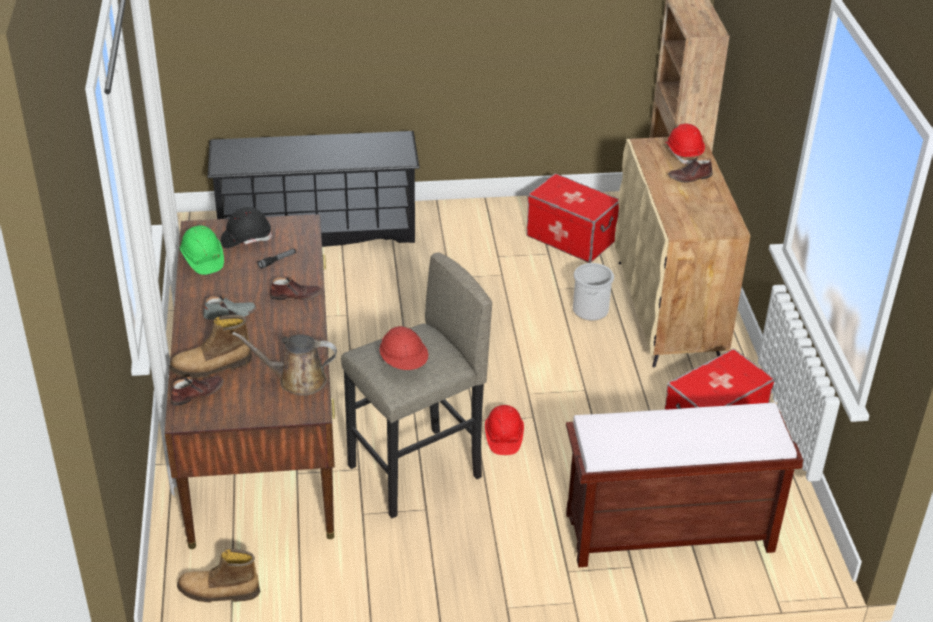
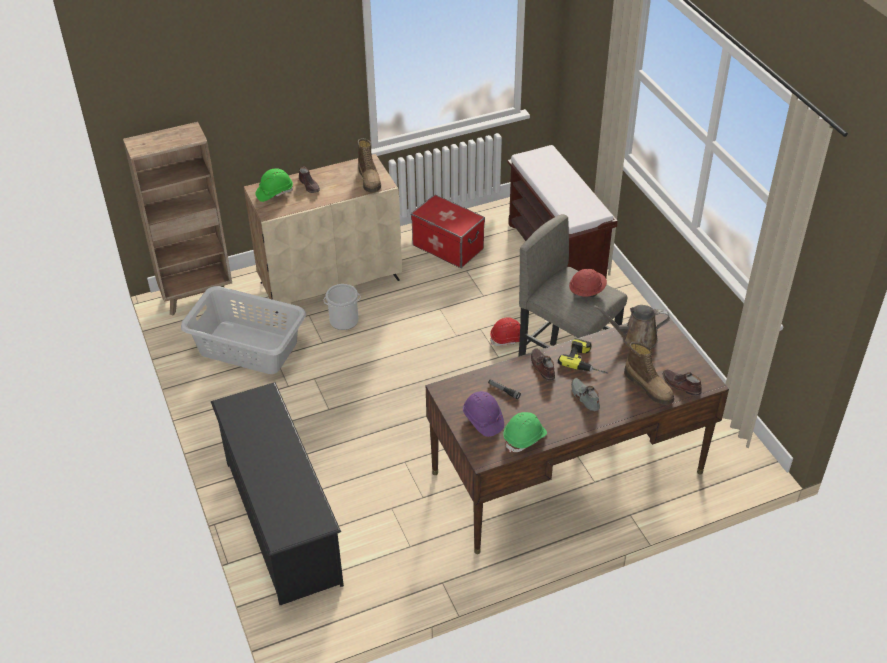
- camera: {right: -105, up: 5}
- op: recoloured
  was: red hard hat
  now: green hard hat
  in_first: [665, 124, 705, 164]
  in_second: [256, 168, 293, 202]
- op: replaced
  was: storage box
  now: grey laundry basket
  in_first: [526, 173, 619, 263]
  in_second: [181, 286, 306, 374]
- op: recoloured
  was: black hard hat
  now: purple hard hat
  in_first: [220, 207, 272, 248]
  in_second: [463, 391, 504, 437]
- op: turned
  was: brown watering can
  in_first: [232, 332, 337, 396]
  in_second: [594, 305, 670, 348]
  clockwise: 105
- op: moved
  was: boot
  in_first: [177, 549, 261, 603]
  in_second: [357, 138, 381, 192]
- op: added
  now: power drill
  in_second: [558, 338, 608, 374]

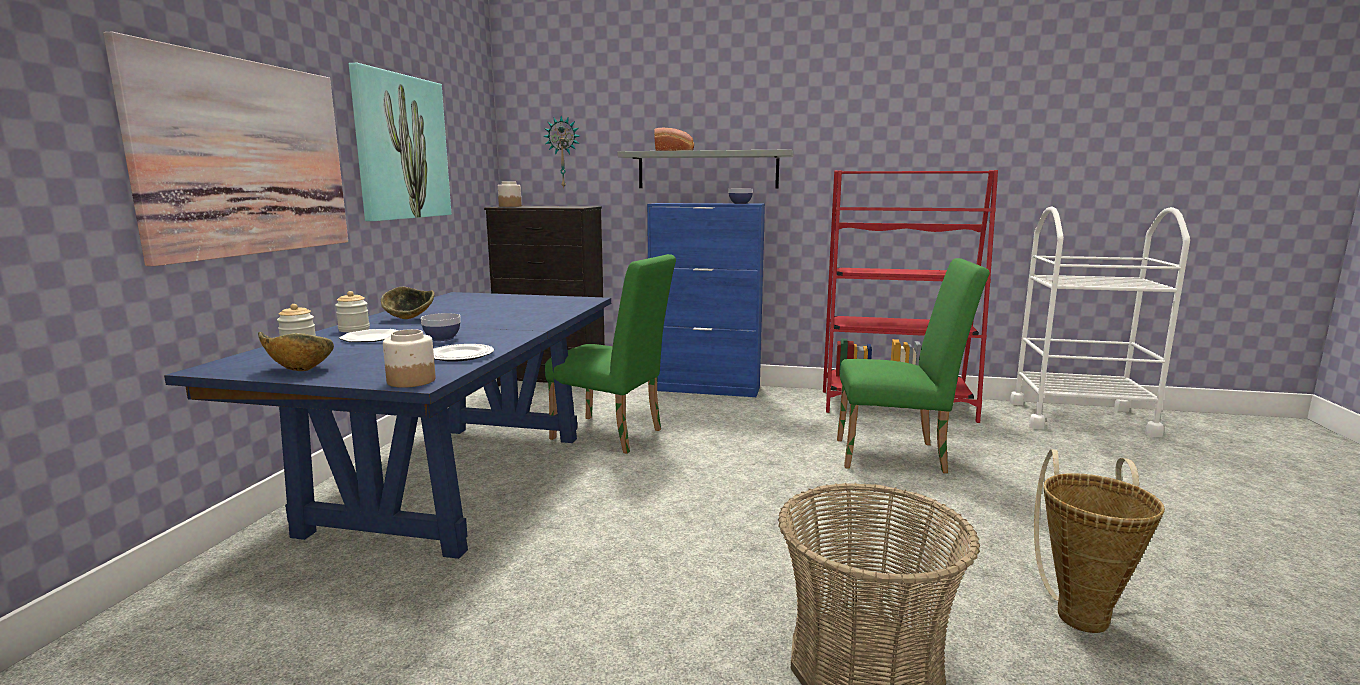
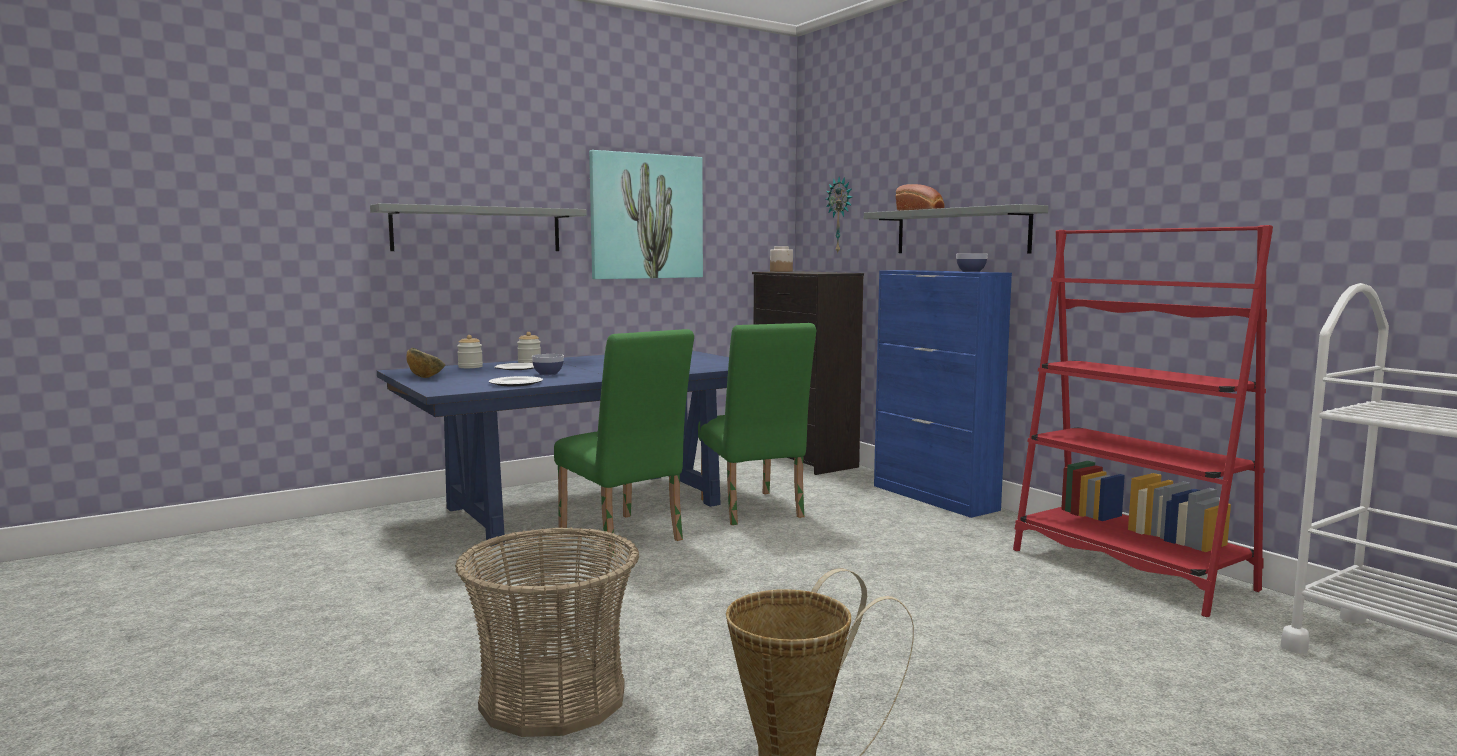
- camera: {right: 45, up: -5}
- op: replaced
  was: picture
  now: grey shelf
  in_first: [103, 32, 348, 266]
  in_second: [370, 203, 587, 251]
- op: moved
  was: green chair
  in_first: [837, 258, 990, 473]
  in_second: [554, 329, 694, 557]
- op: removed
  was: bowl
  in_first: [381, 287, 434, 319]
- op: removed
  was: jar
  in_first: [383, 329, 436, 388]

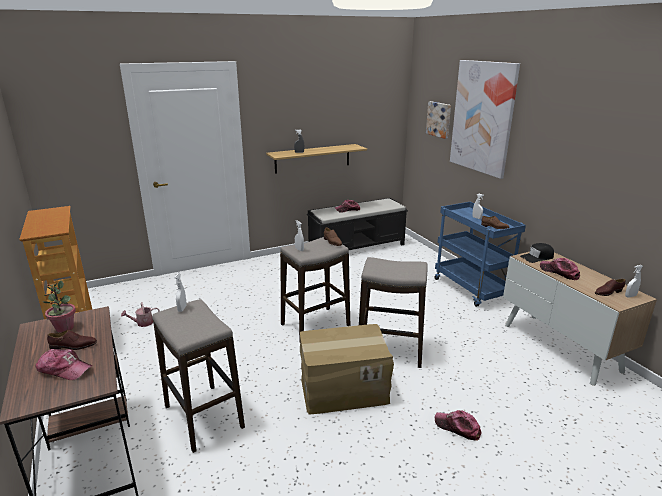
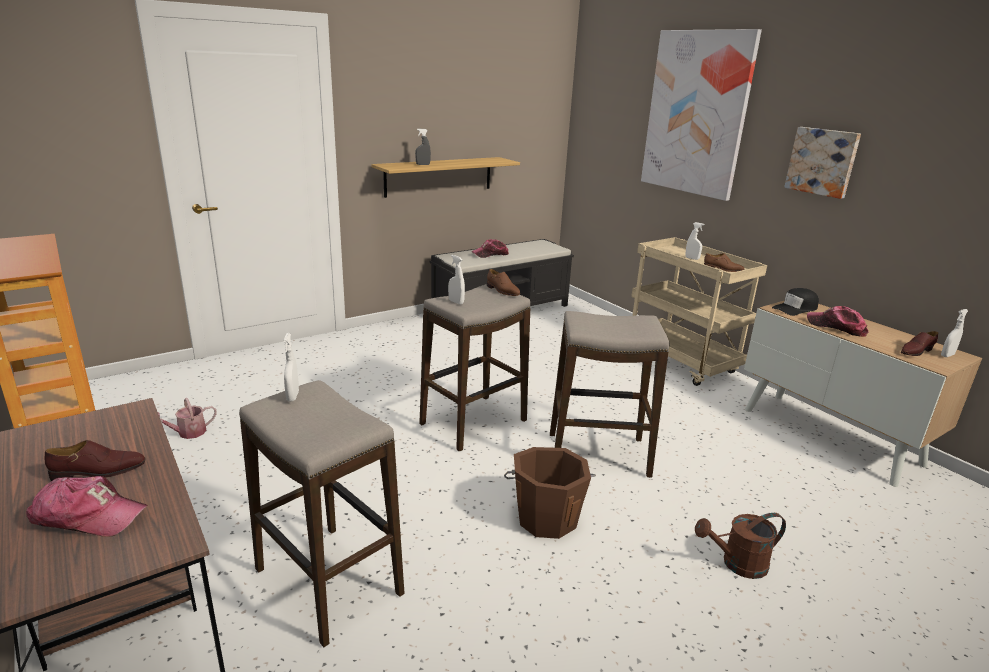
- camera: {right: -10, up: 0}
- op: moved
  was: picture
  in_first: [426, 101, 451, 139]
  in_second: [784, 127, 861, 199]
- op: recoloured
  was: blue cart
  now: beige cart
  in_first: [435, 202, 526, 307]
  in_second: [631, 237, 767, 386]
- op: removed
  was: potted plant
  in_first: [42, 280, 76, 333]
- op: replaced
  was: cardboard box
  now: brown bucket
  in_first: [300, 324, 394, 414]
  in_second: [504, 447, 596, 539]
- op: replaced
  was: cap
  now: brown watering can
  in_first: [435, 410, 482, 441]
  in_second: [695, 513, 786, 579]

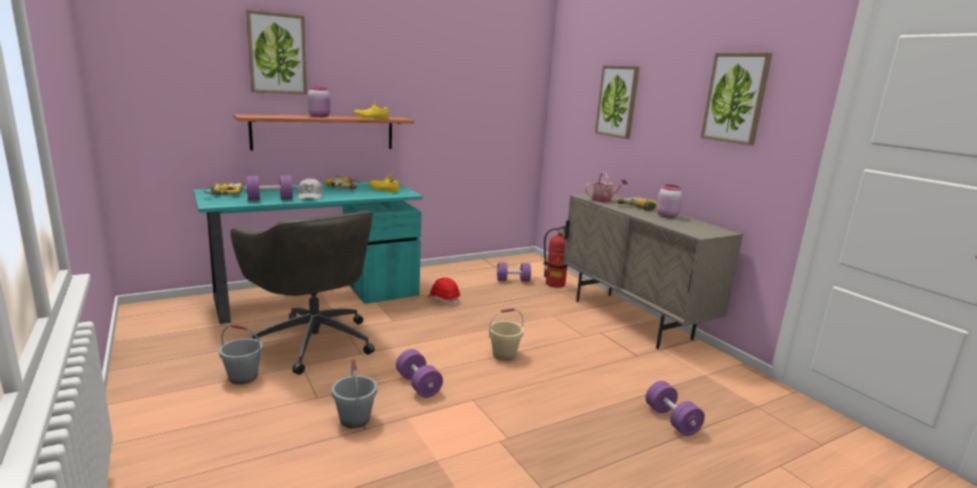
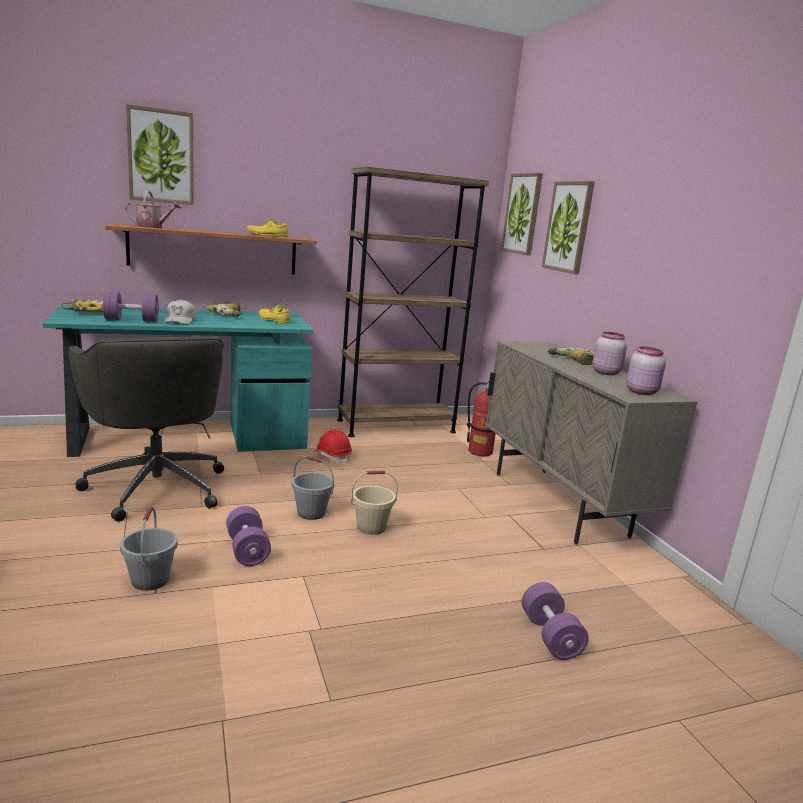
- camera: {right: 10, up: 0}
- op: moved
  was: picture
  in_first: [701, 53, 772, 146]
  in_second: [501, 173, 543, 256]
- op: moved
  was: pink jar
  in_first: [308, 87, 330, 117]
  in_second: [626, 347, 666, 395]
- op: moved
  was: watering can
  in_first: [585, 172, 628, 203]
  in_second: [125, 191, 182, 228]
- op: removed
  was: purple dumbbell
  in_first: [497, 262, 531, 282]
- op: moved
  was: grey bucket
  in_first: [219, 324, 263, 384]
  in_second: [292, 456, 334, 520]
- op: added
  now: brown bookcase
  in_second: [337, 167, 489, 437]

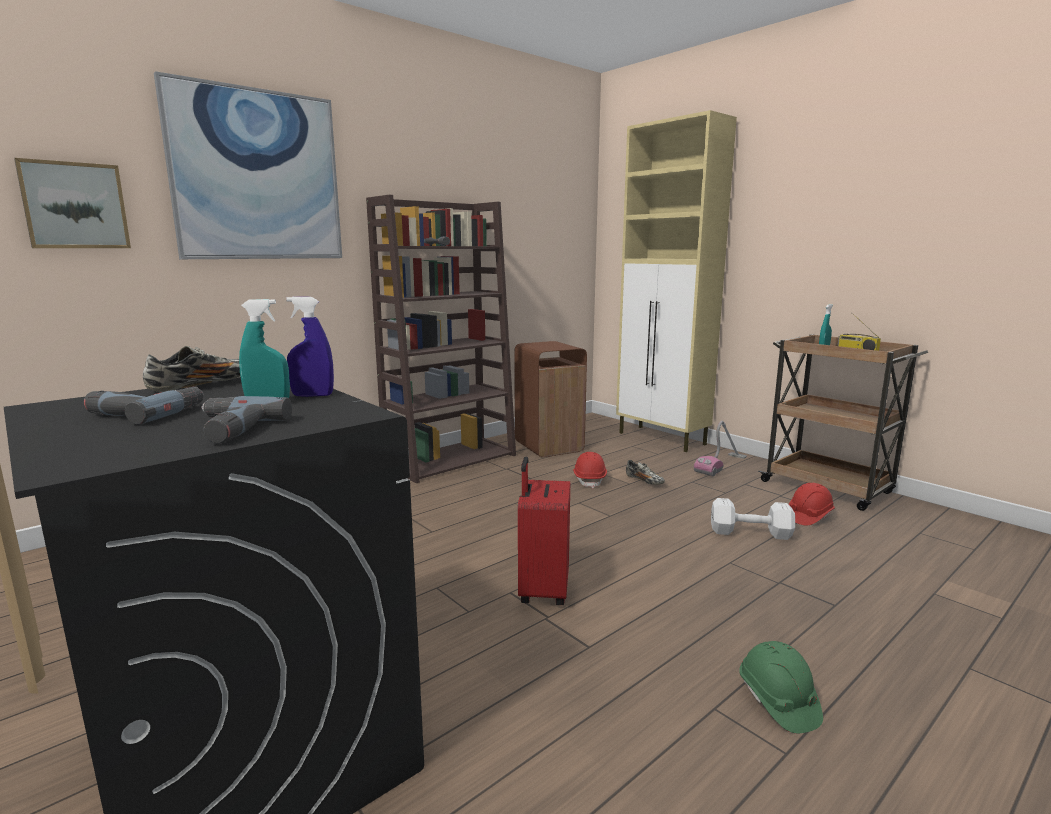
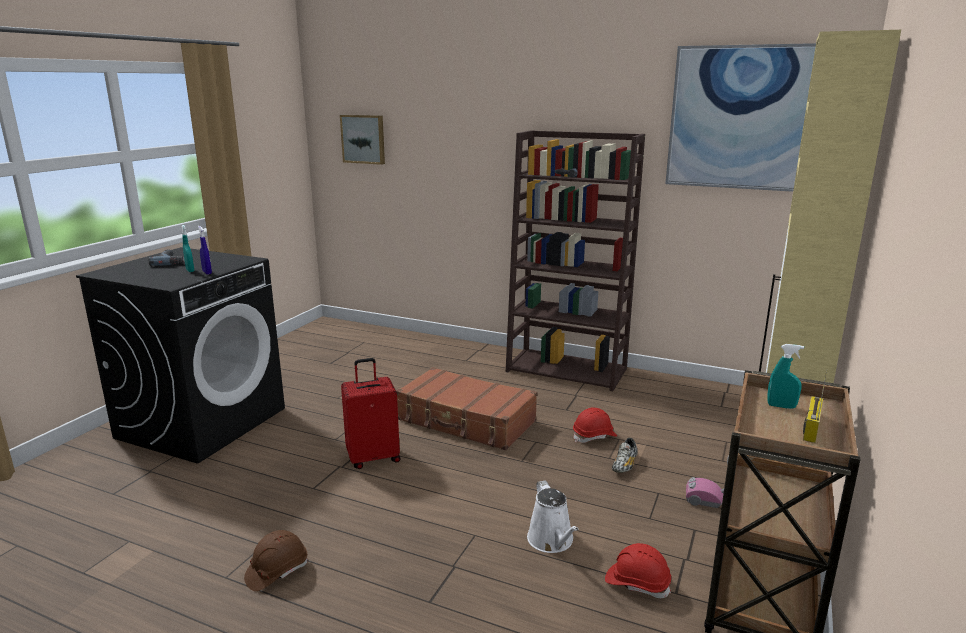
- camera: {right: 65, up: 5}
- op: moved
  was: picture
  in_first: [154, 71, 342, 259]
  in_second: [665, 43, 816, 192]
- op: removed
  was: brown trash can
  in_first: [514, 341, 587, 457]
- op: removed
  was: shoe
  in_first: [143, 346, 240, 392]
- op: removed
  was: power drill
  in_first: [201, 396, 292, 444]
- op: replaced
  was: white dumbbell
  now: white watering can
  in_first: [711, 498, 795, 540]
  in_second: [527, 480, 578, 553]
- op: recoloured
  was: green hard hat
  now: brown hard hat
  in_first: [739, 641, 823, 733]
  in_second: [244, 530, 307, 591]
- op: added
  now: brown suitcase
  in_second: [396, 367, 537, 450]

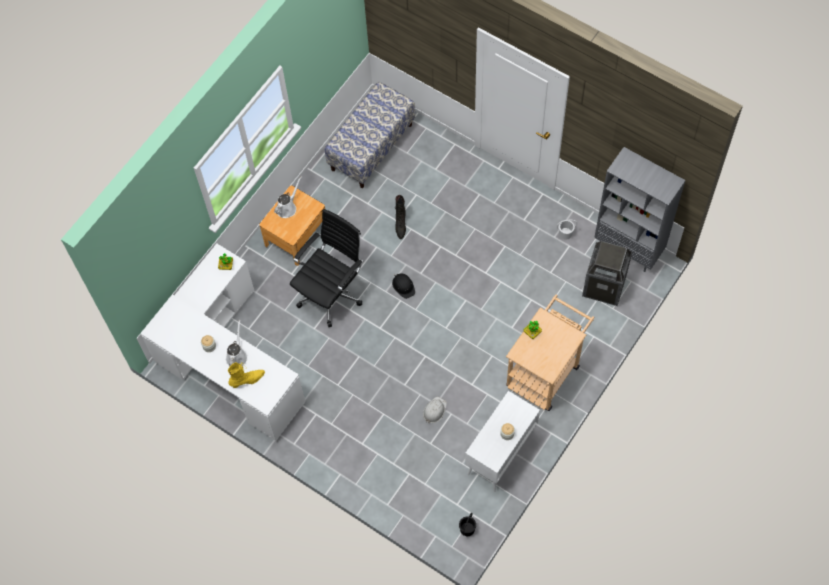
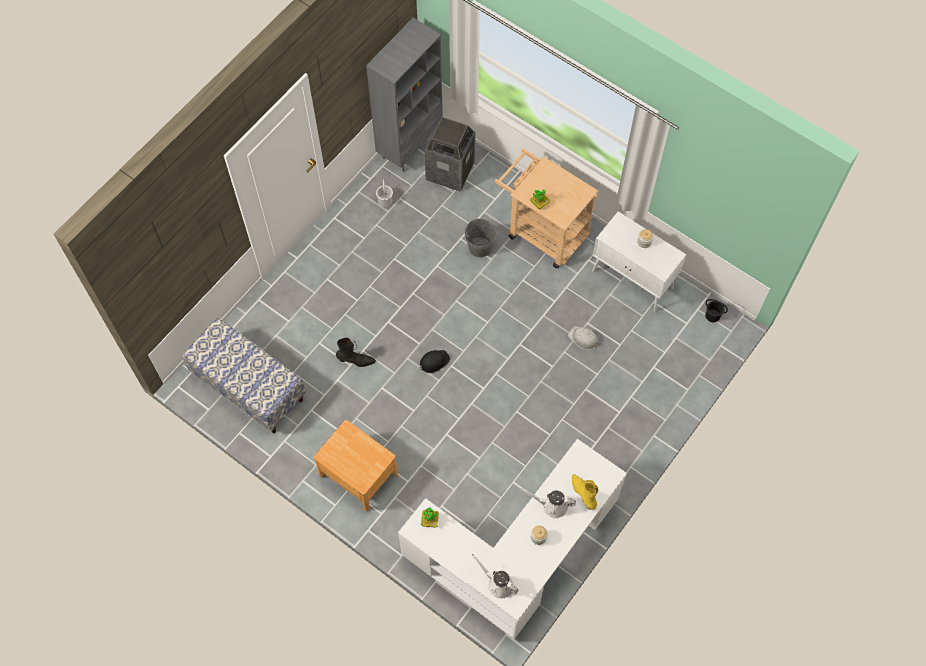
- camera: {right: -90, up: 0}
- op: moved
  was: white watering can
  in_first: [274, 176, 301, 218]
  in_second: [472, 554, 519, 599]
- op: removed
  was: black office chair
  in_first: [290, 209, 363, 327]
- op: added
  now: grey bucket
  in_second: [465, 219, 497, 257]

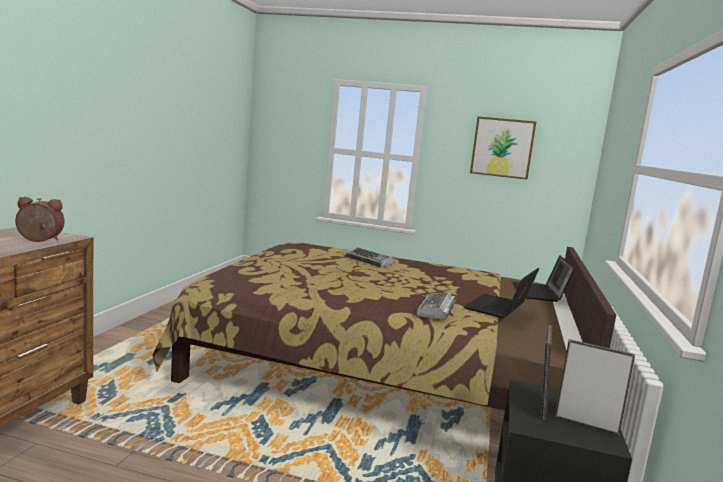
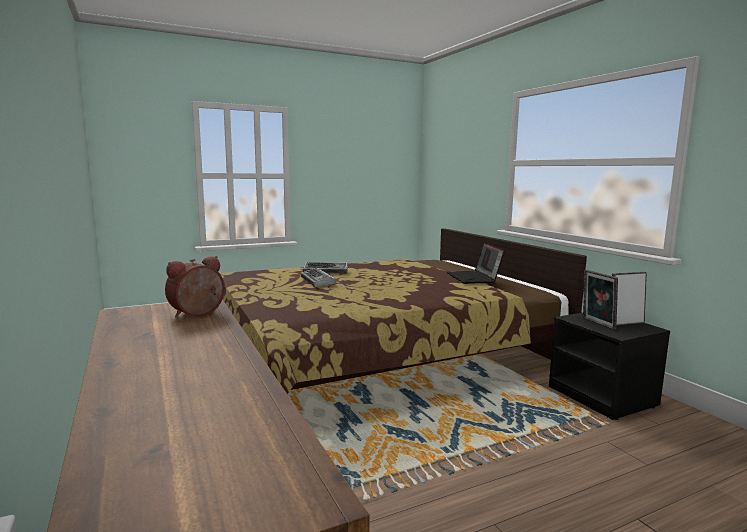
- camera: {right: -40, up: 0}
- op: removed
  was: picture
  in_first: [470, 116, 536, 180]
- op: removed
  was: laptop
  in_first: [512, 255, 575, 302]
- op: moved
  was: keyboard
  in_first: [416, 292, 456, 320]
  in_second: [301, 268, 337, 287]

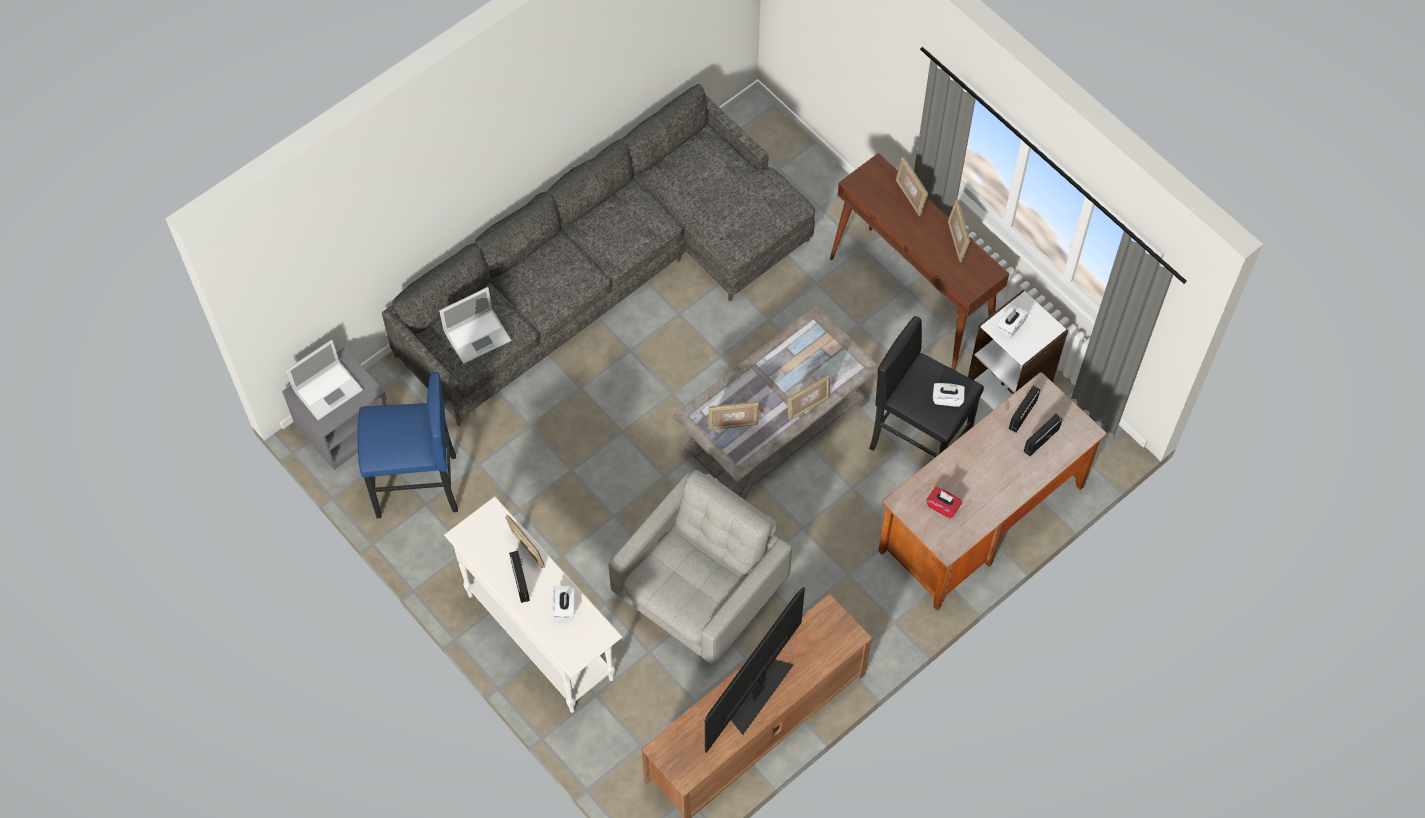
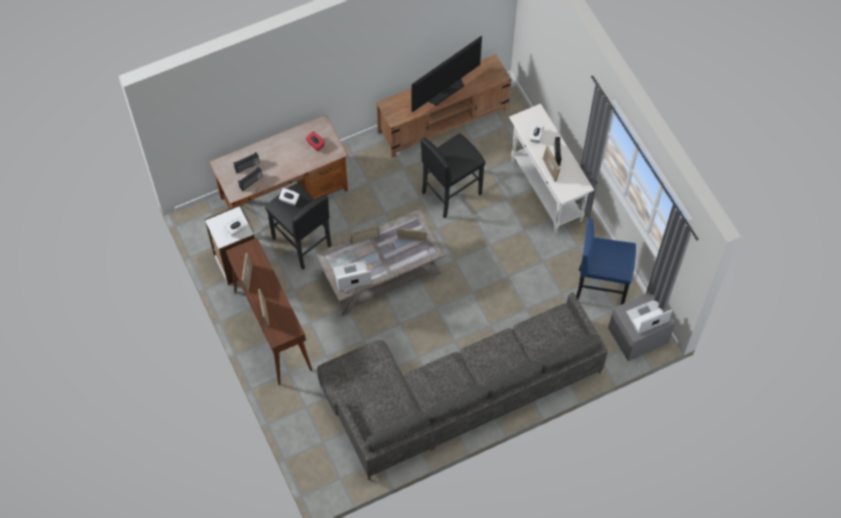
- camera: {right: -165, up: 0}
- op: moved
  was: laptop
  in_first: [439, 287, 511, 364]
  in_second: [333, 260, 371, 291]
- op: replaced
  was: grey armchair
  now: black stool
  in_first: [609, 470, 792, 665]
  in_second: [421, 133, 485, 219]

